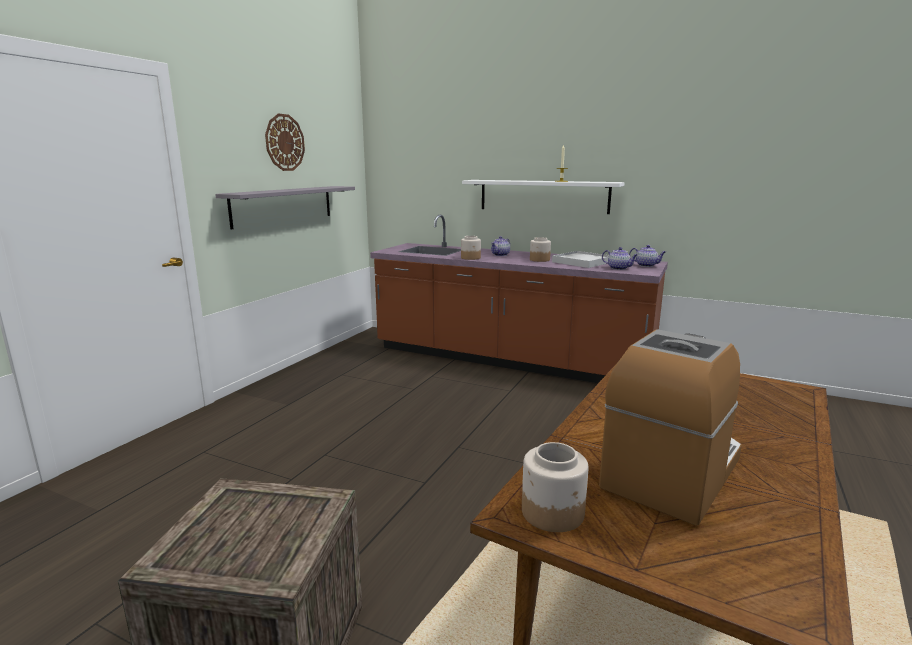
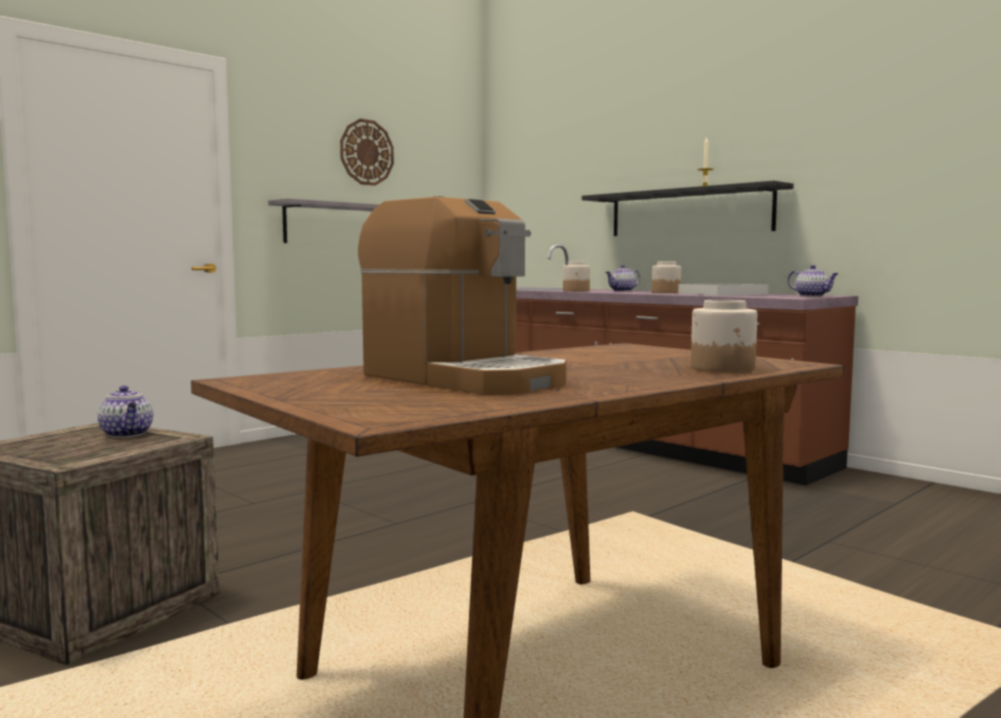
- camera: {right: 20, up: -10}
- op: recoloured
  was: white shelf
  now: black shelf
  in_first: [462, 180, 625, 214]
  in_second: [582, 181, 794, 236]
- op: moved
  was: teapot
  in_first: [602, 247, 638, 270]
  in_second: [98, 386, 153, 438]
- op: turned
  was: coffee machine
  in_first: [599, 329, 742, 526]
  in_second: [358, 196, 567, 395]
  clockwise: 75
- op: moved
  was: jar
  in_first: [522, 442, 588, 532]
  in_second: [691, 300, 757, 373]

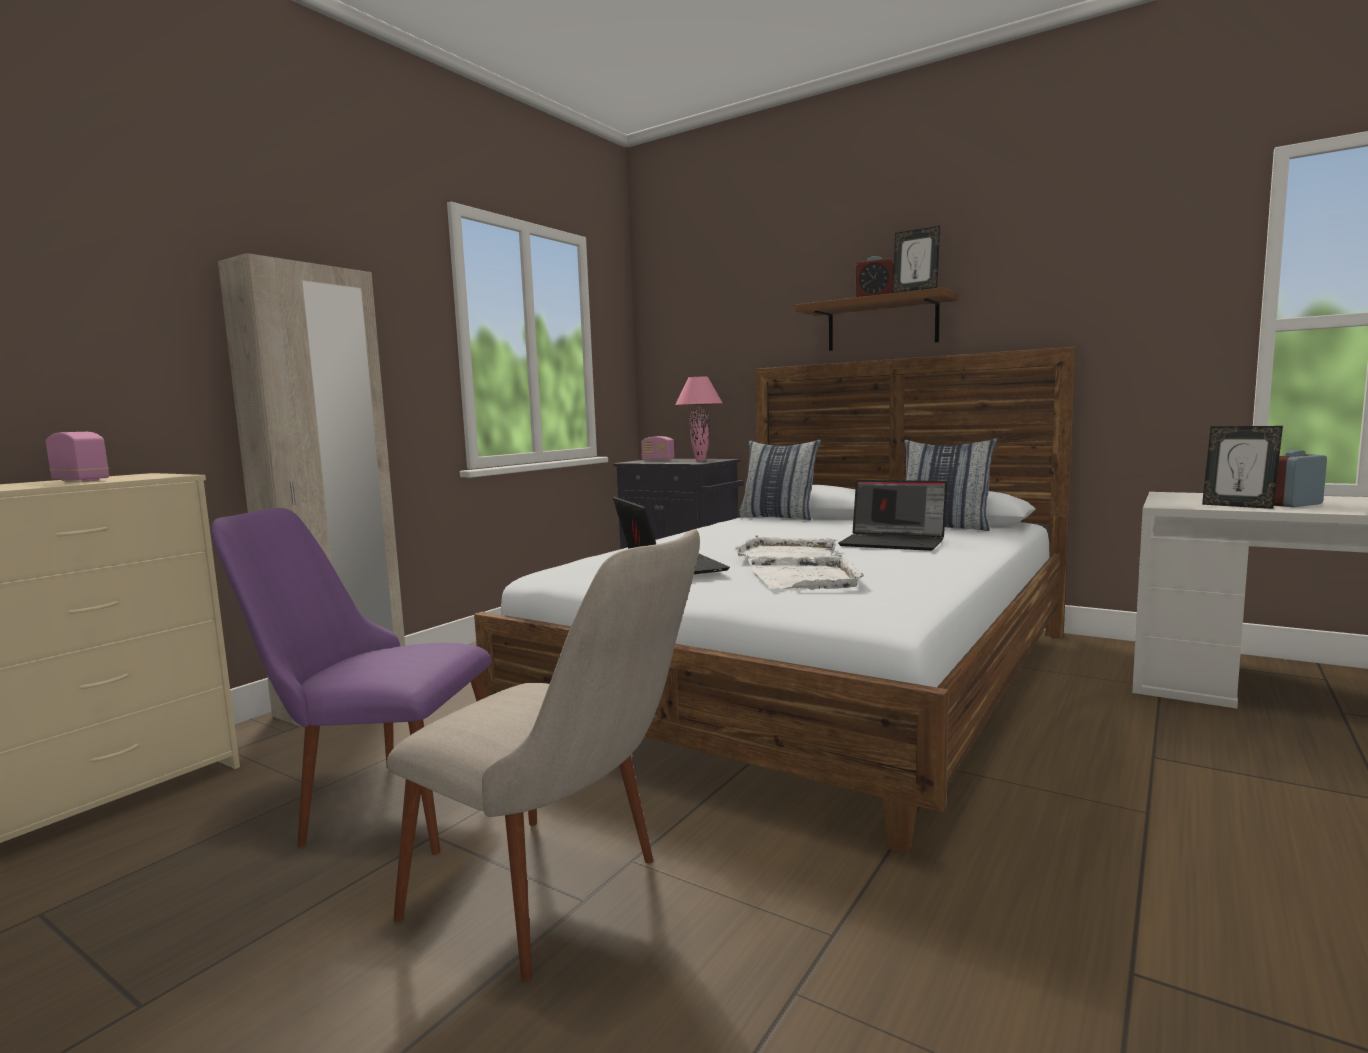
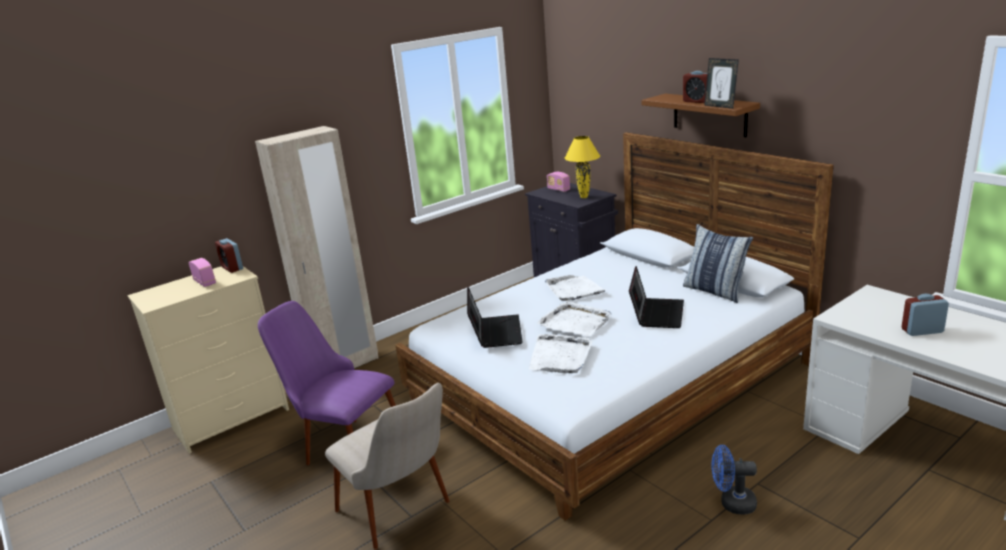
- camera: {right: 20, up: 15}
- op: recoloured
  was: pink table lamp
  now: yellow table lamp
  in_first: [675, 377, 722, 461]
  in_second: [565, 136, 600, 198]
- op: removed
  was: picture frame
  in_first: [1202, 426, 1283, 509]
- op: removed
  was: pillow
  in_first: [738, 440, 821, 520]
- op: turned
  was: laptop
  in_first: [838, 480, 947, 551]
  in_second: [629, 266, 684, 328]
  clockwise: -120
- op: added
  now: alarm clock
  in_second: [215, 238, 243, 273]
- op: added
  now: white tray
  in_second: [545, 275, 607, 301]
- op: added
  now: blue fan
  in_second: [711, 445, 757, 515]

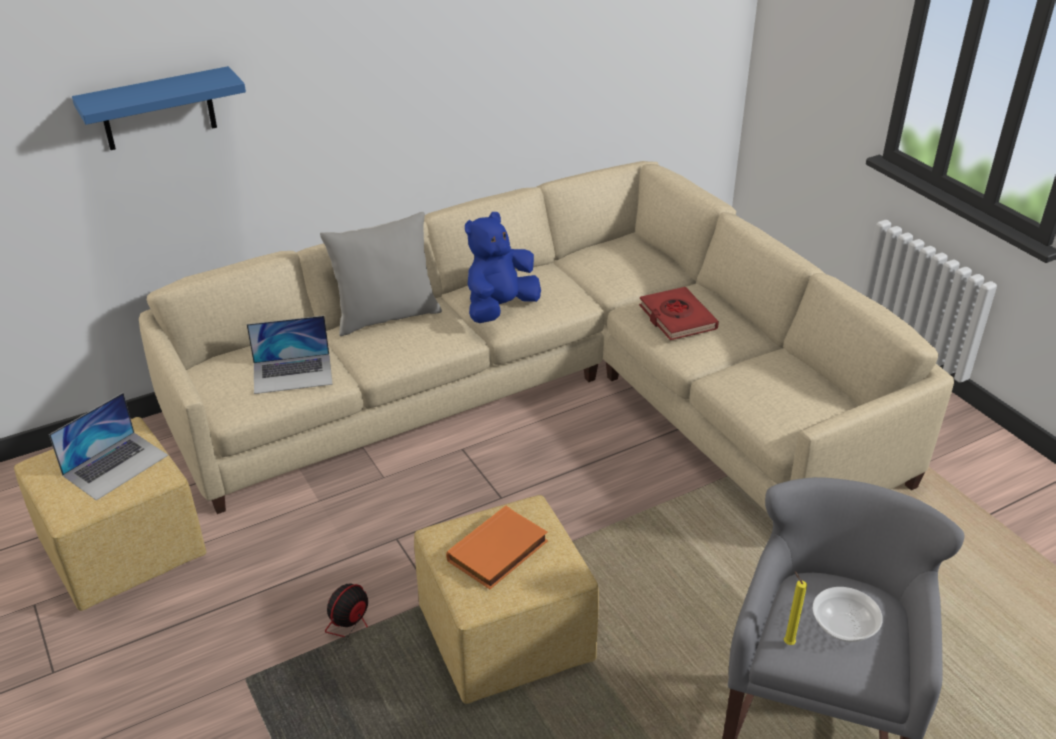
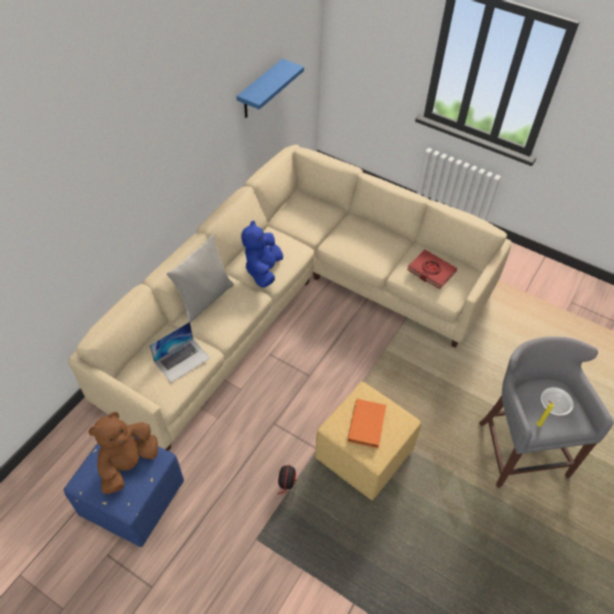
- camera: {right: -30, up: 15}
- op: moved
  was: blue shelf
  in_first: [72, 66, 246, 150]
  in_second: [237, 59, 304, 118]
- op: moved
  was: red book
  in_first: [639, 287, 719, 340]
  in_second: [407, 249, 457, 289]
- op: replaced
  was: laptop
  now: brown plush toy
  in_first: [49, 393, 168, 500]
  in_second: [88, 412, 158, 494]
- op: recoloured
  was: yellow ottoman
  now: blue ottoman
  in_first: [14, 417, 206, 611]
  in_second: [64, 435, 184, 547]

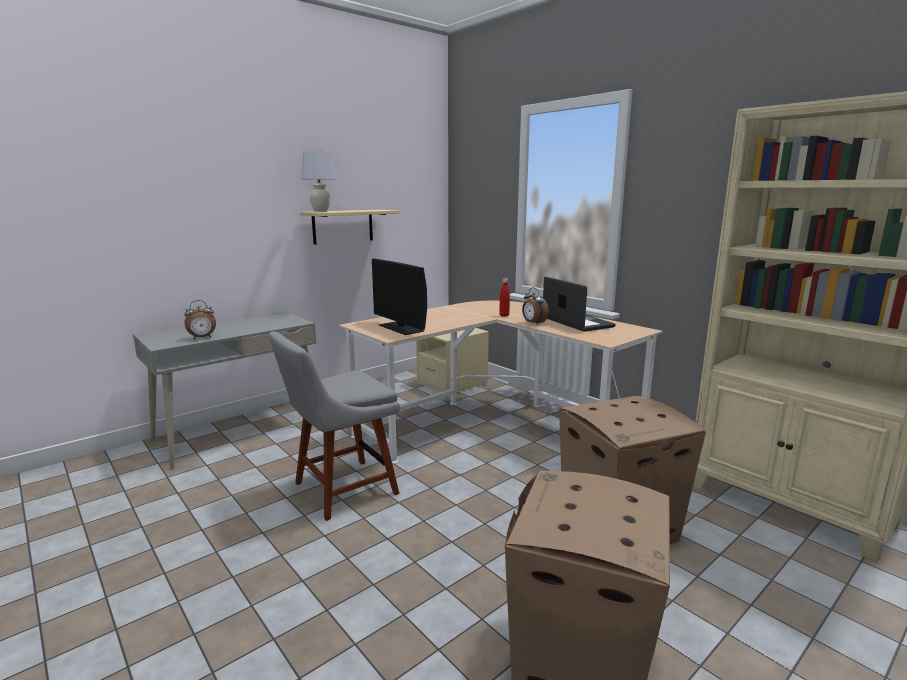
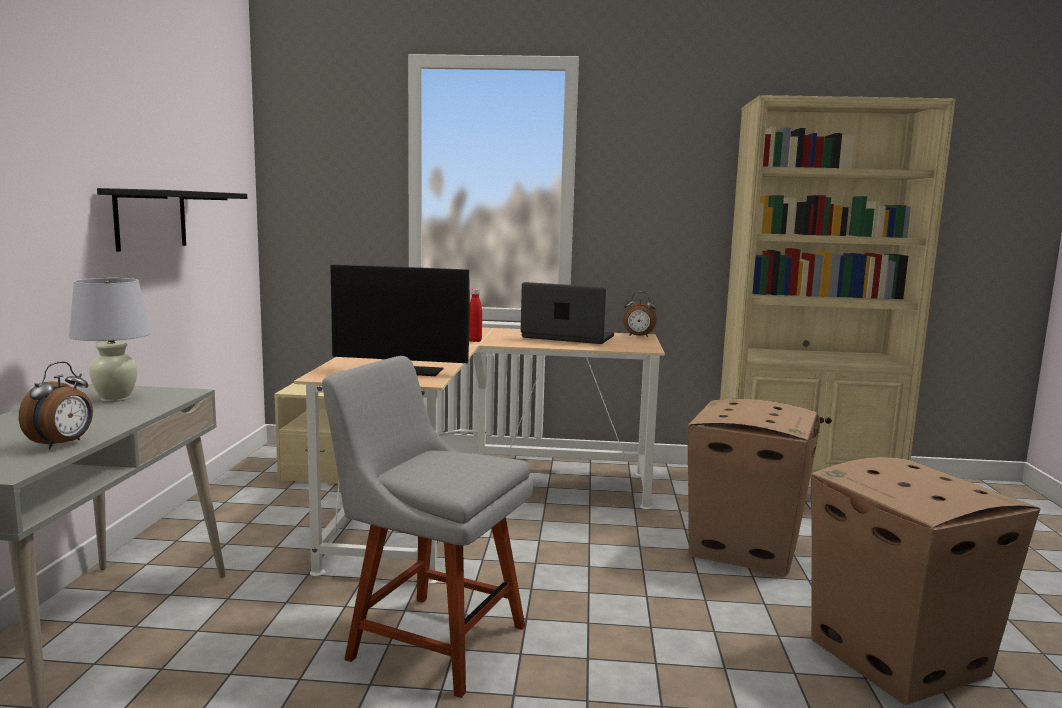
- camera: {right: -45, up: -5}
- op: moved
  was: white table lamp
  in_first: [301, 151, 336, 212]
  in_second: [69, 278, 151, 402]
- op: recoloured
  was: beige shelf
  now: black shelf
  in_first: [300, 210, 399, 245]
  in_second: [97, 188, 247, 252]
- op: moved
  was: alarm clock
  in_first: [522, 287, 549, 325]
  in_second: [623, 292, 657, 337]
- op: turned
  was: grey chair
  in_first: [269, 331, 400, 521]
  in_second: [322, 356, 533, 698]
  clockwise: 105

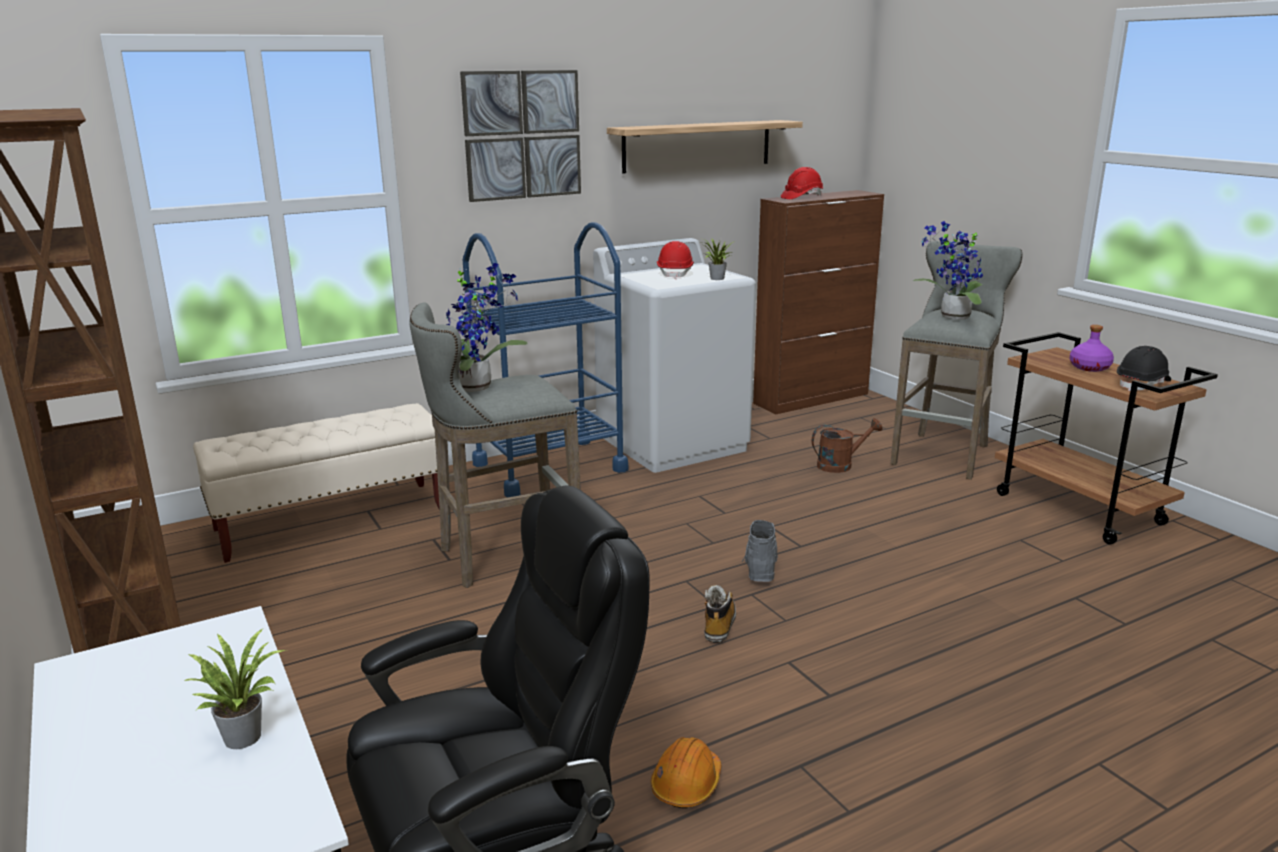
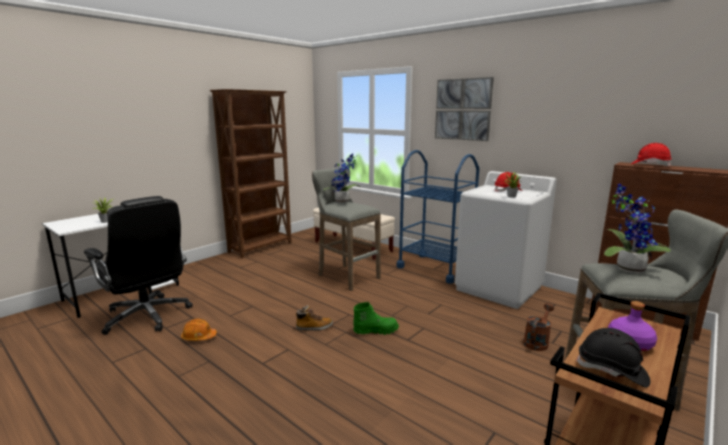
- camera: {right: 70, up: -5}
- op: removed
  was: shelf
  in_first: [607, 120, 803, 174]
- op: turned
  was: brown watering can
  in_first: [812, 418, 883, 473]
  in_second: [523, 303, 554, 351]
  clockwise: -105
- op: recoloured
  was: grey boot
  now: green boot
  in_first: [742, 520, 778, 582]
  in_second: [353, 302, 399, 335]

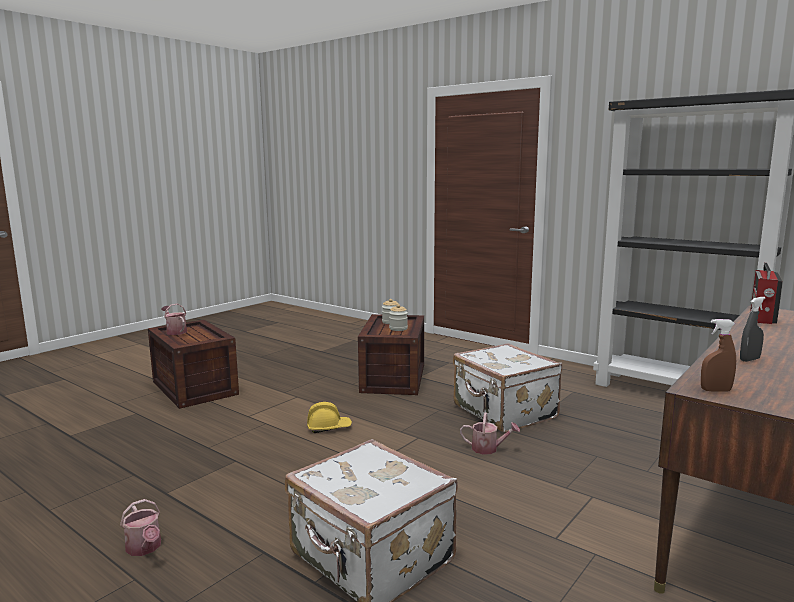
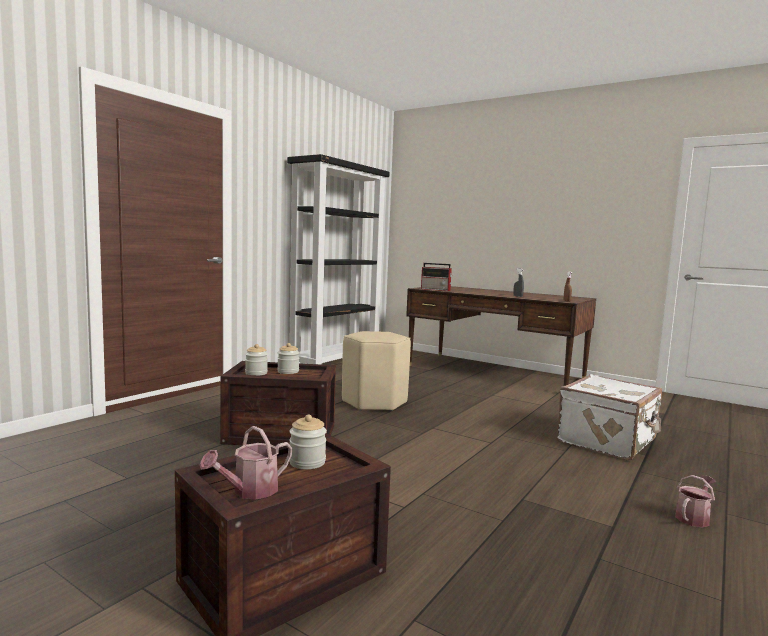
- camera: {right: -95, up: -5}
- op: replaced
  was: white suitcase
  now: beige stool
  in_first: [453, 343, 562, 433]
  in_second: [342, 331, 411, 411]
- op: removed
  was: yellow hard hat
  in_first: [307, 402, 352, 433]
- op: removed
  was: watering can
  in_first: [460, 413, 520, 455]
- op: added
  now: jar
  in_second: [289, 414, 327, 469]

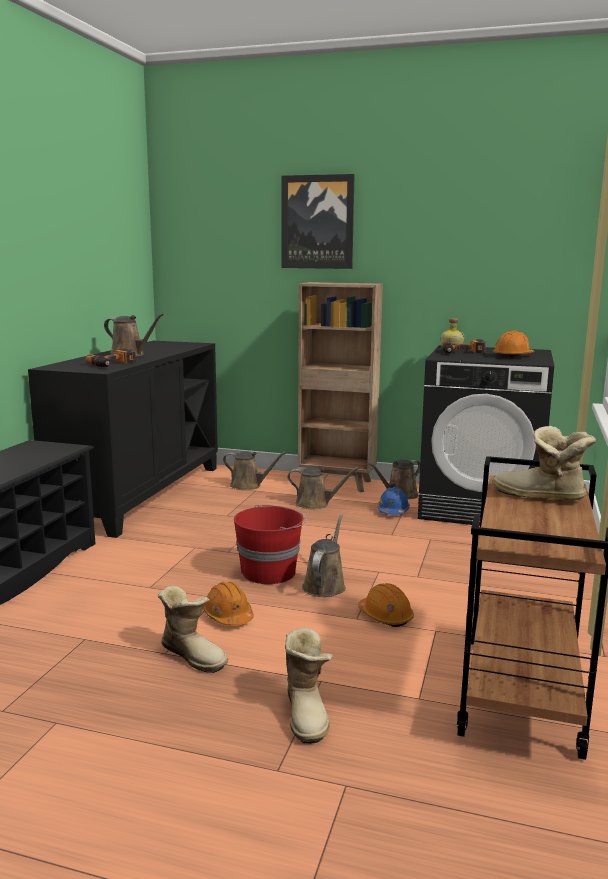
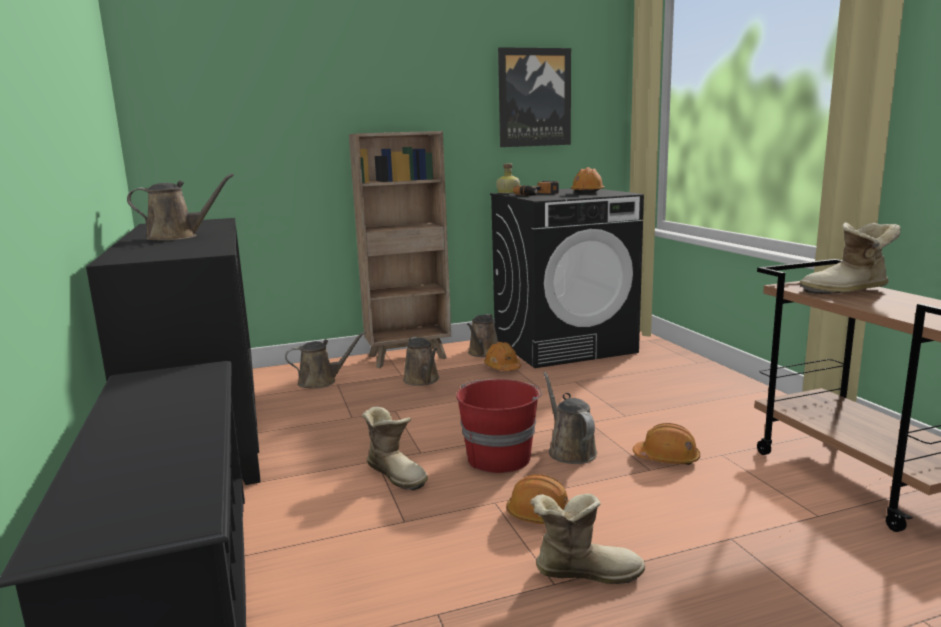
- camera: {right: -35, up: 0}
- op: moved
  was: picture
  in_first: [282, 174, 355, 269]
  in_second: [498, 47, 571, 147]
- op: removed
  was: power drill
  in_first: [85, 348, 136, 367]
- op: turned
  was: brown watering can
  in_first: [288, 467, 359, 509]
  in_second: [403, 337, 439, 386]
  clockwise: 90
- op: recoloured
  was: blue hard hat
  now: orange hard hat
  in_first: [377, 487, 410, 515]
  in_second: [484, 342, 521, 371]
- op: moved
  was: boot
  in_first: [285, 627, 333, 744]
  in_second: [362, 407, 428, 490]

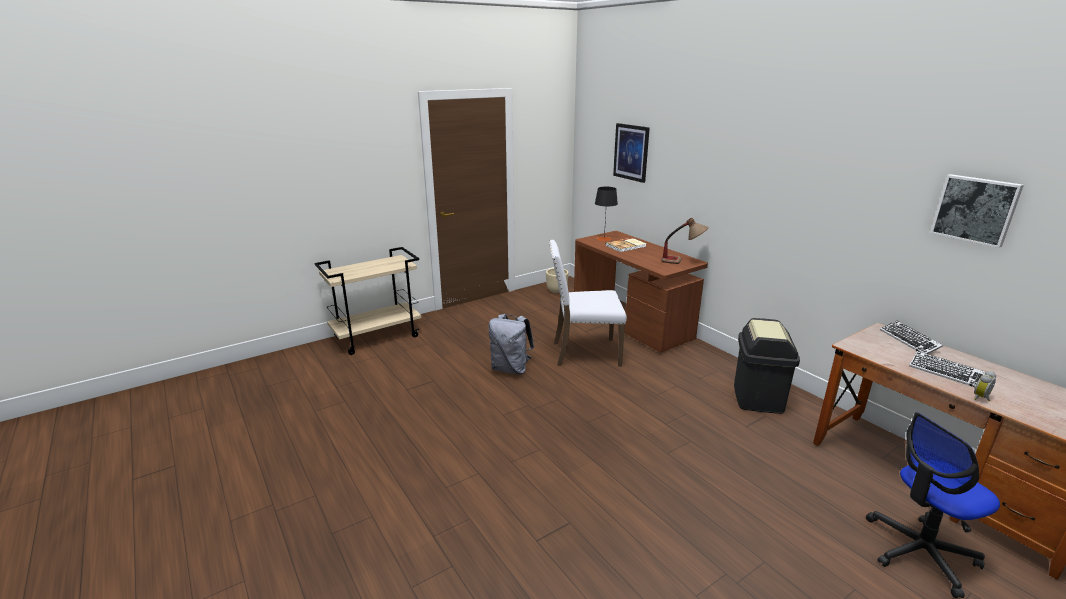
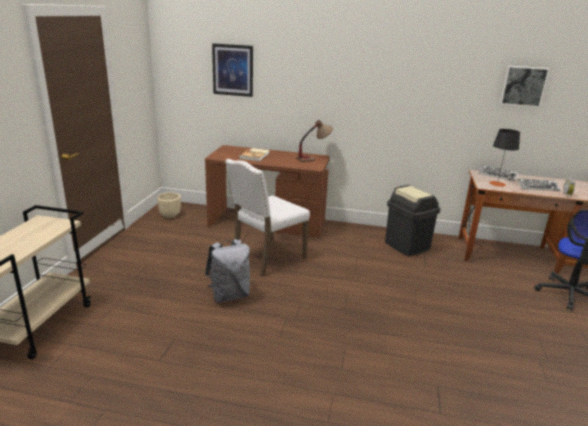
- camera: {right: -45, up: 0}
- op: moved
  was: black table lamp
  in_first: [595, 187, 618, 241]
  in_second: [489, 129, 520, 187]

